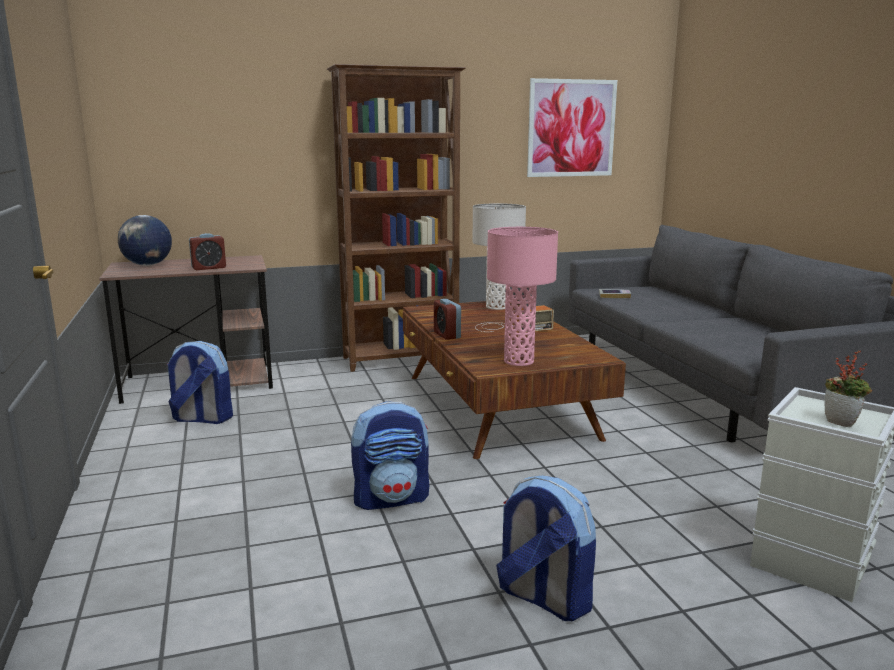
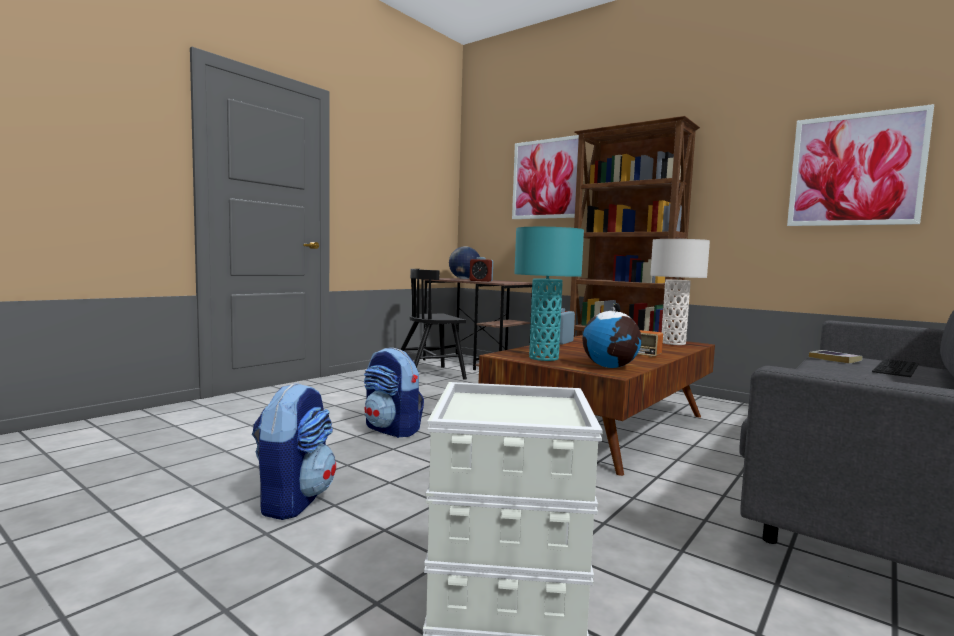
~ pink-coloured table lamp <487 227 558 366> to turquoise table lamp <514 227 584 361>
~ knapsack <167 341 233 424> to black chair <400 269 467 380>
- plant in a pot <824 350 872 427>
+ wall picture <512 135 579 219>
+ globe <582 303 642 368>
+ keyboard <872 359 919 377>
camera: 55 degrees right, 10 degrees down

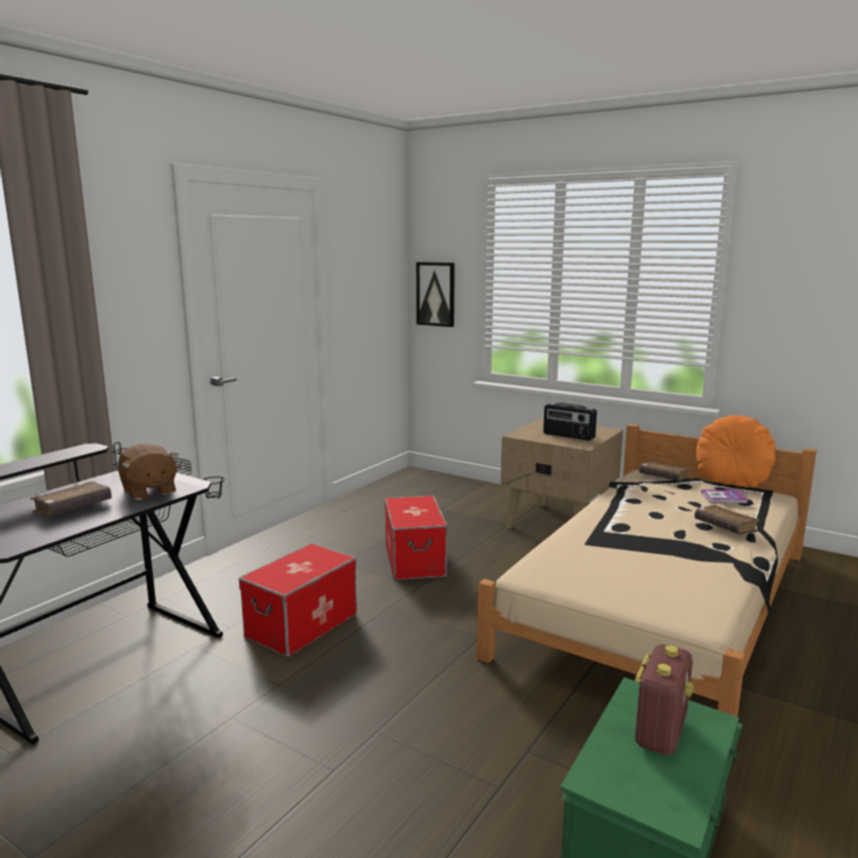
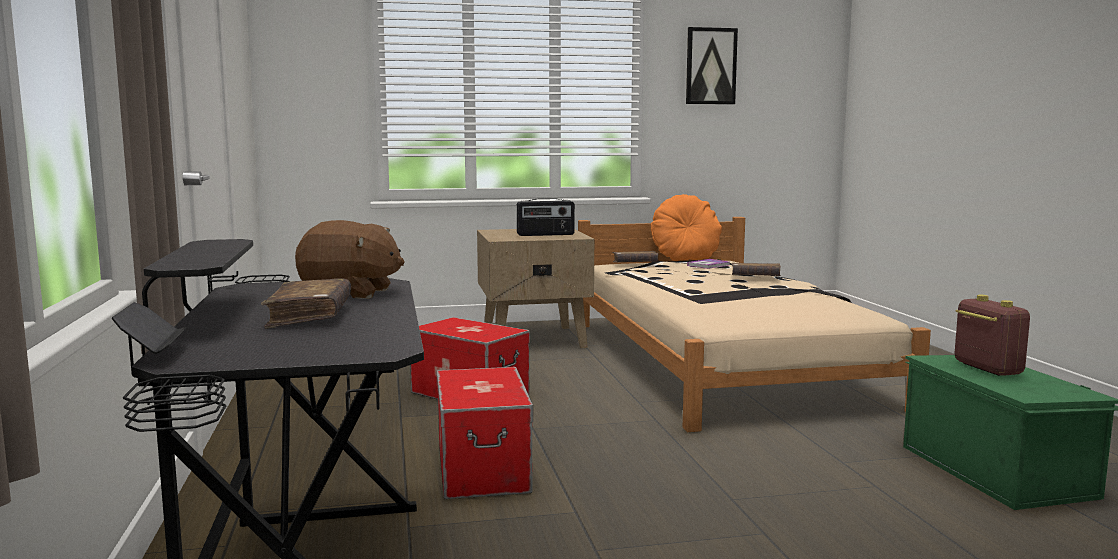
~ wall picture <416 262 455 327> to <686 27 738 104>
camera: 45 degrees left, 5 degrees down

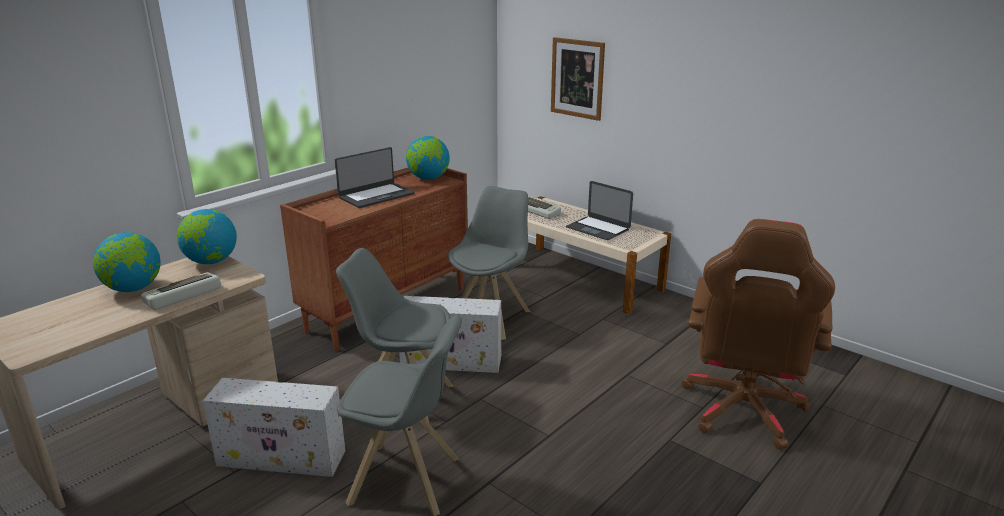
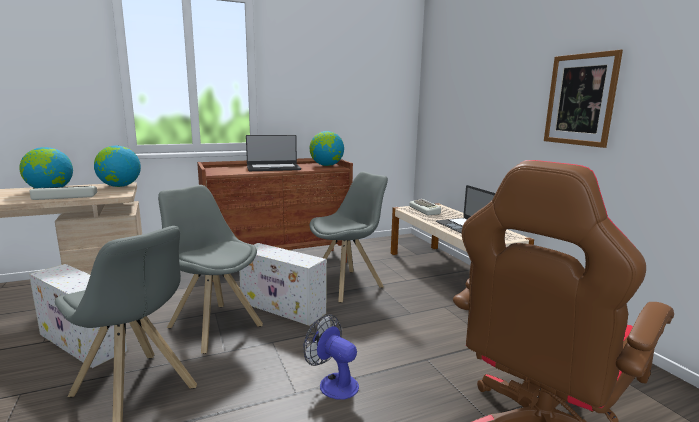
~ wall picture <551 37 605 121> to <544 50 623 148>
+ fan <303 315 359 400>
camera: 25 degrees right, 10 degrees down

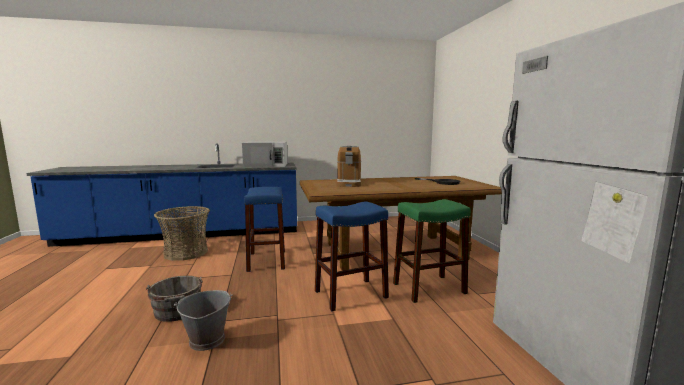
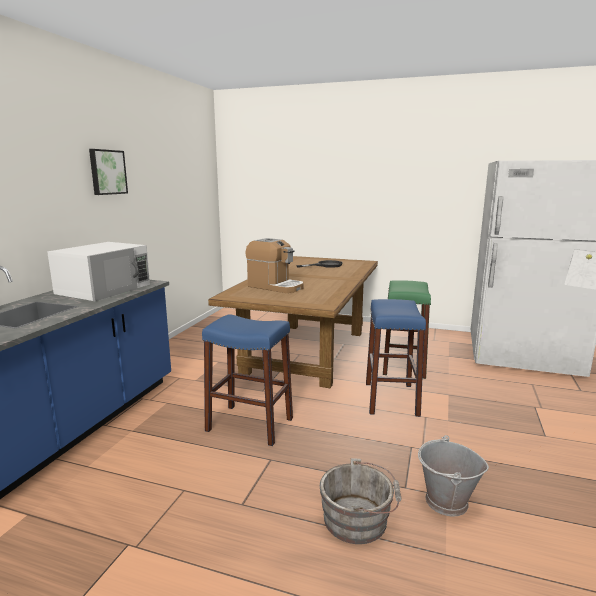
- storage basket <154 206 210 261>
+ wall picture <89 149 128 195>
camera: 60 degrees left, 5 degrees up

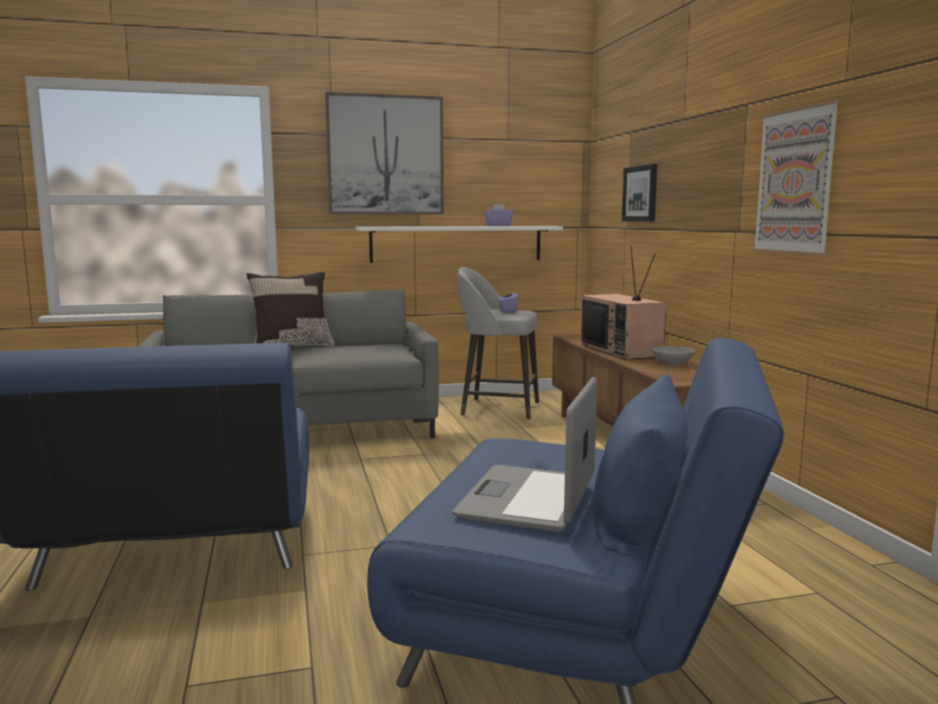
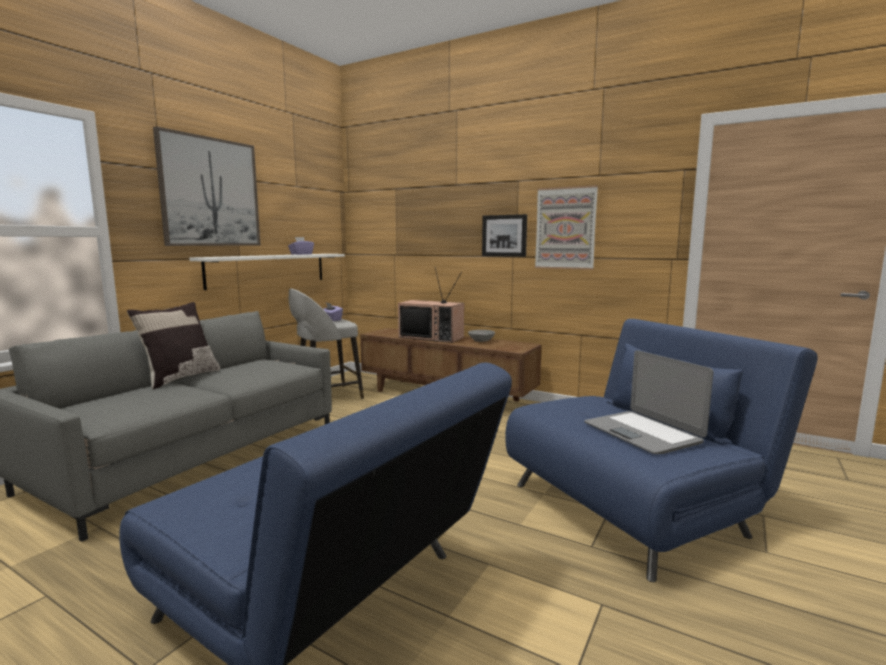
~ wall picture <622 164 657 221> to <482 214 527 257>
camera: 45 degrees left, 0 degrees up

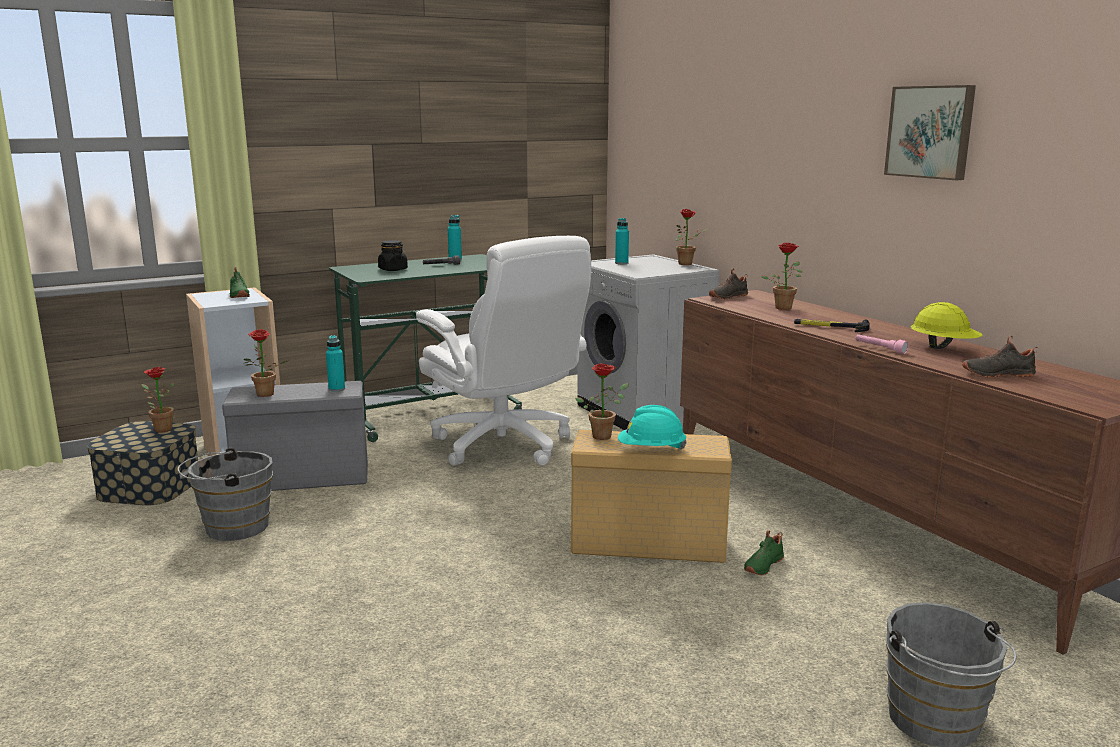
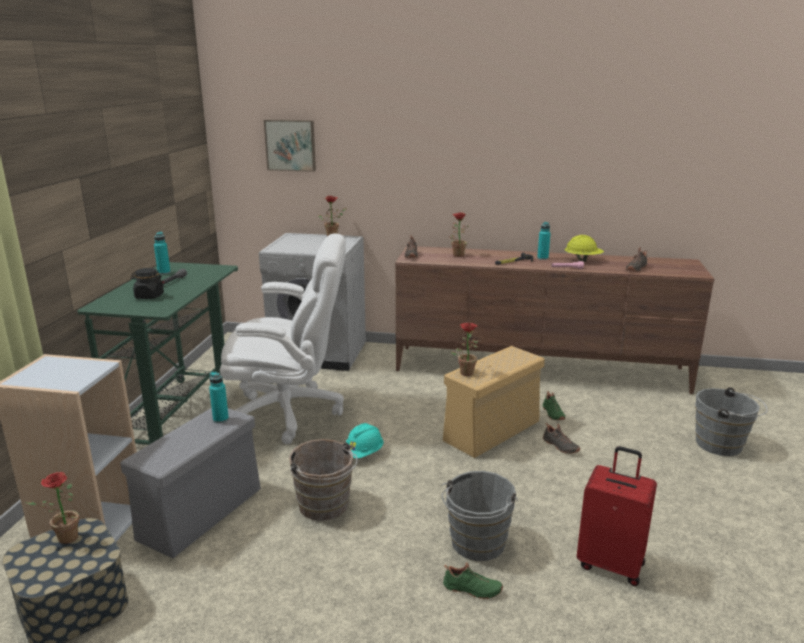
~ wall picture <884 85 976 180> to <264 119 316 172>
~ turquoise beverage bottle <615 218 629 264> to <537 222 551 260>
~ greenish low shoe <230 267 250 298> to <443 562 503 599>
- plant in a pot <243 329 287 397>
~ turquoise work helmet <618 405 687 450> to <346 423 384 458>
~ greyish water bucket <177 448 273 541> to <442 471 518 561>
+ black low shoe <543 423 580 454>
+ brown water bucket <289 439 358 521>
+ reddish travel case <577 446 657 586>
camera: 50 degrees left, 5 degrees up

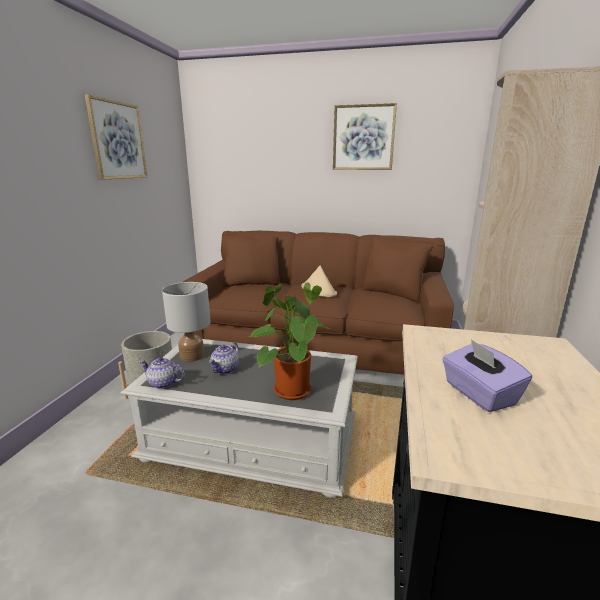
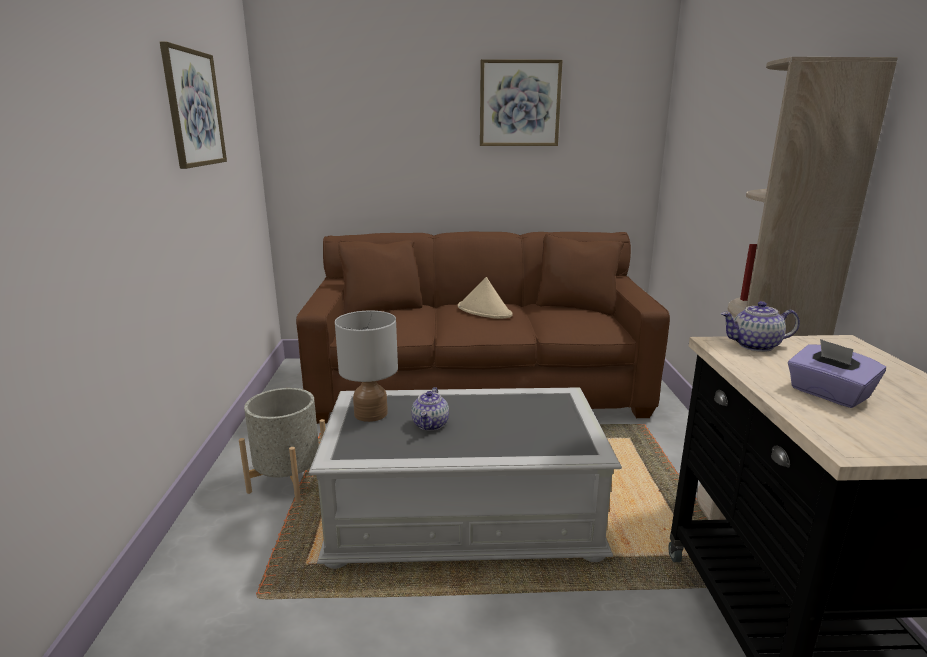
- plant in a pot <249 282 330 400>
~ tea pot <139 357 185 389> to <721 301 800 352>
camera: 15 degrees left, 0 degrees up

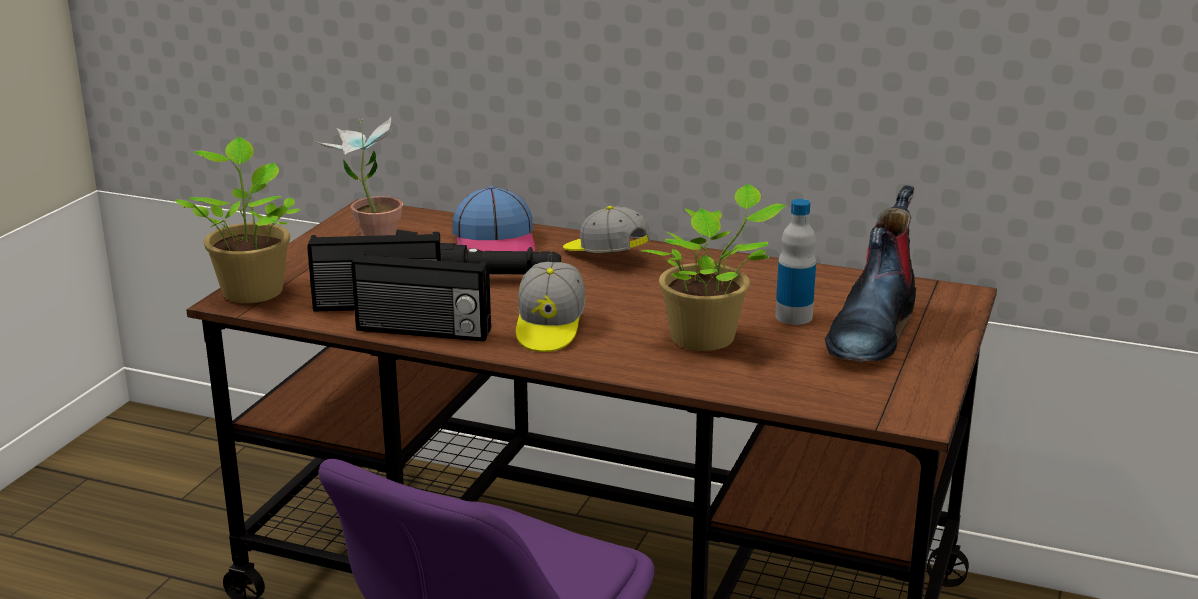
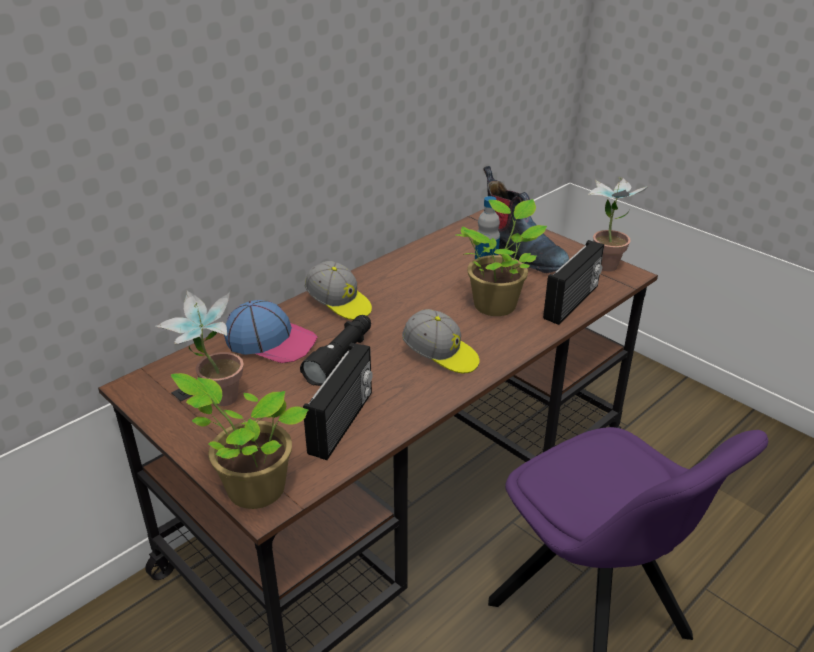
~ baseball cap <563 206 651 253> = <305 261 372 320> 120 degrees counterclockwise
~ radio receiver <351 252 491 341> to <543 240 604 325>
+ plant in a pot <588 177 648 271>
camera: 65 degrees left, 10 degrees up

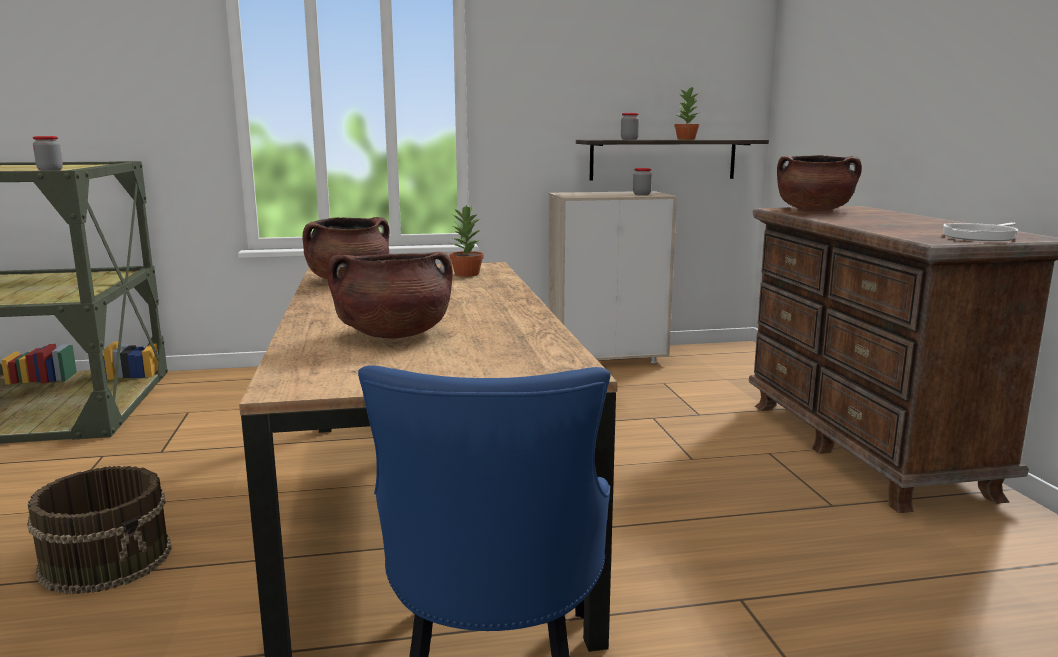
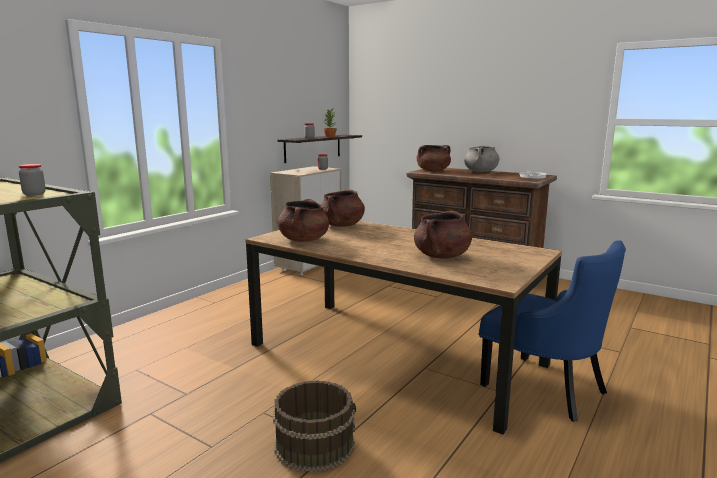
~ plant in a pot <450 205 484 277> to brown saucepot <321 189 365 227>
+ greyish saucepot <464 145 500 172>
camera: 45 degrees left, 0 degrees up

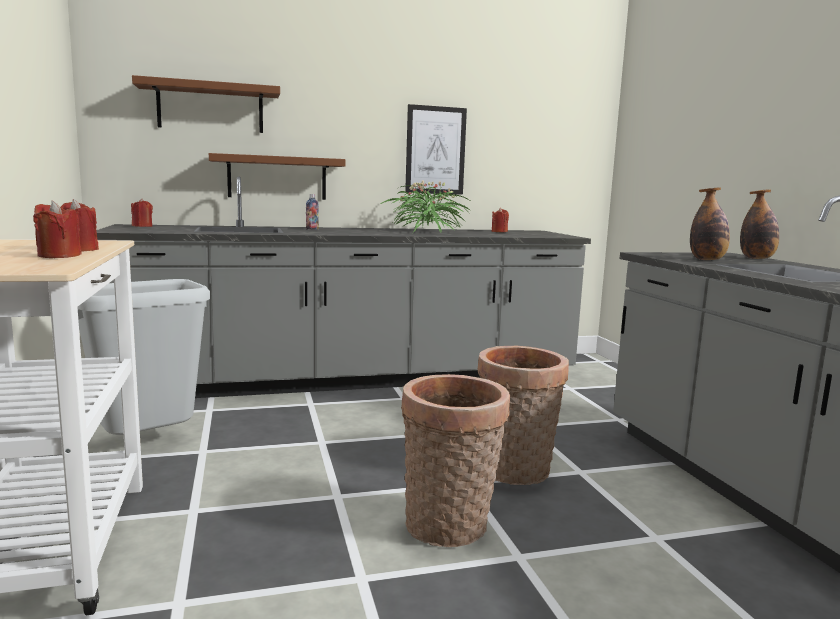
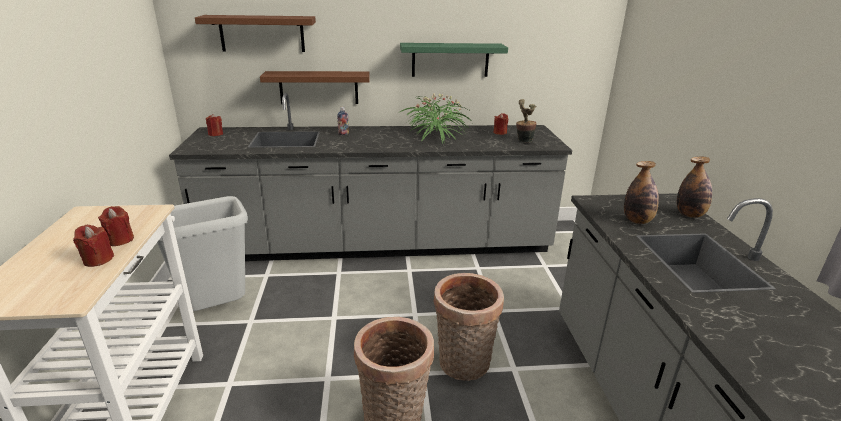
~ wall picture <405 104 467 195> to greenish bracket shelf <400 43 508 77>
+ plant in a pot <516 99 537 143>
camera: 10 degrees right, 15 degrees up

